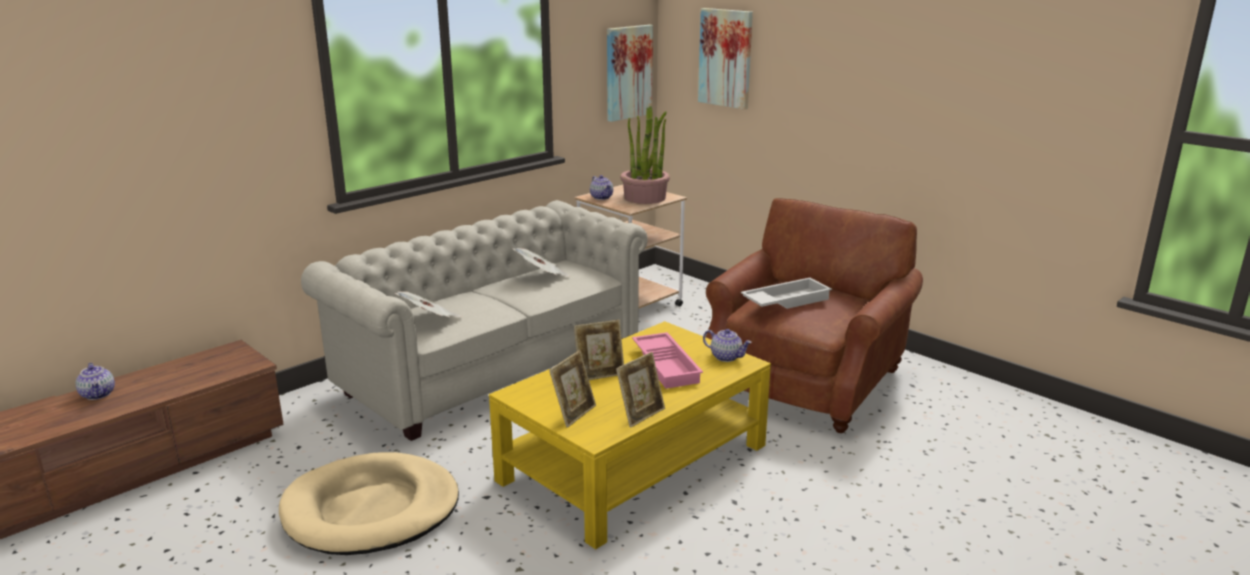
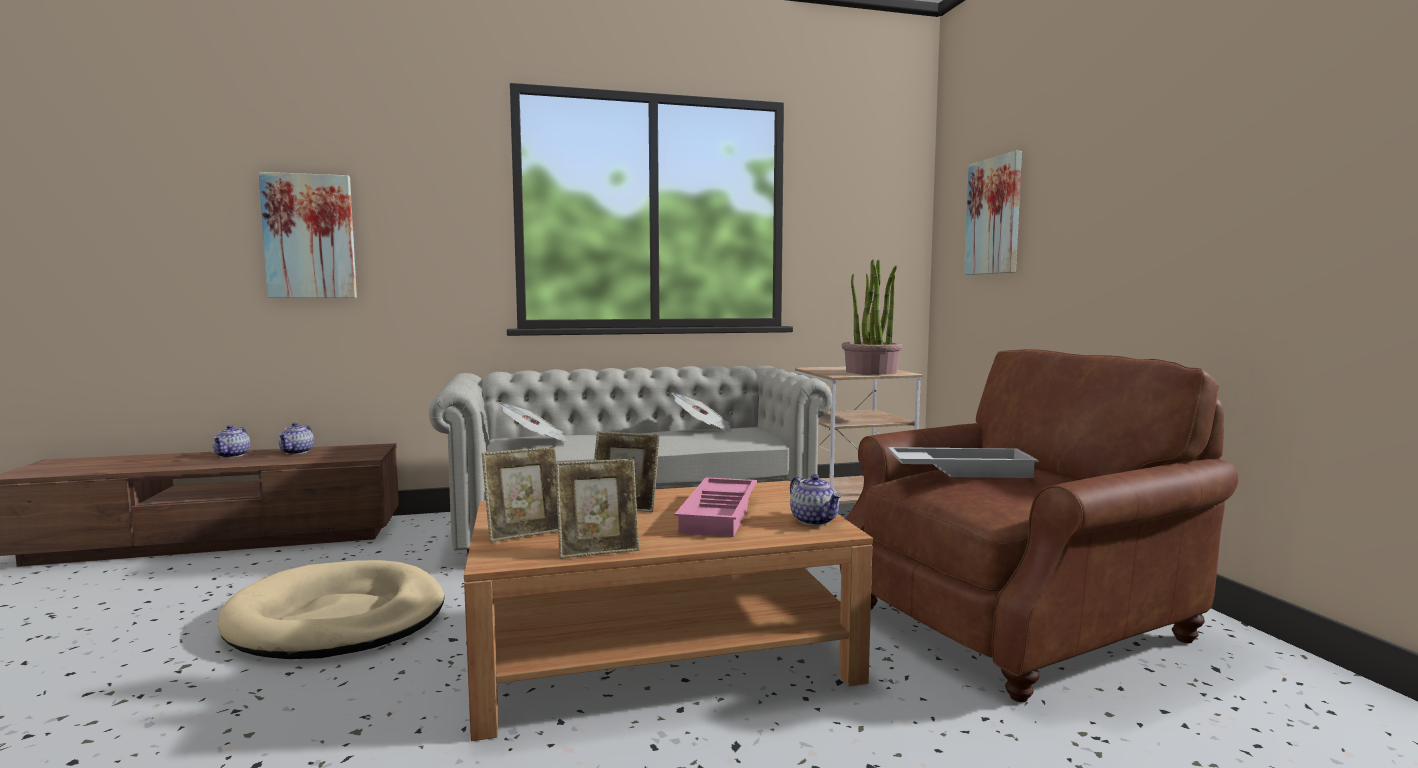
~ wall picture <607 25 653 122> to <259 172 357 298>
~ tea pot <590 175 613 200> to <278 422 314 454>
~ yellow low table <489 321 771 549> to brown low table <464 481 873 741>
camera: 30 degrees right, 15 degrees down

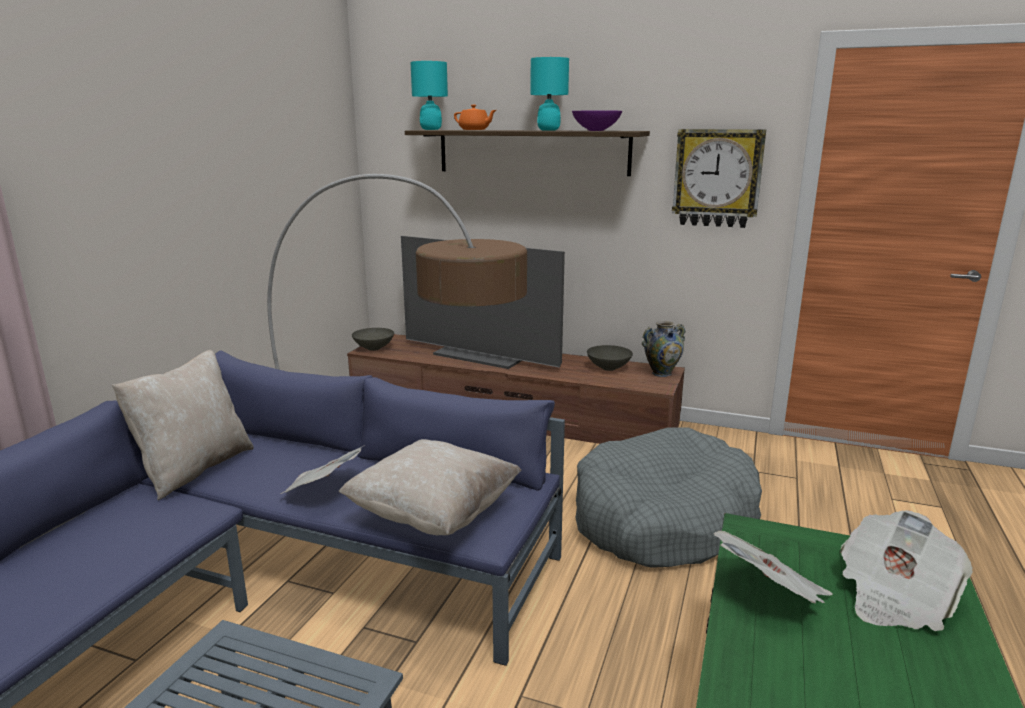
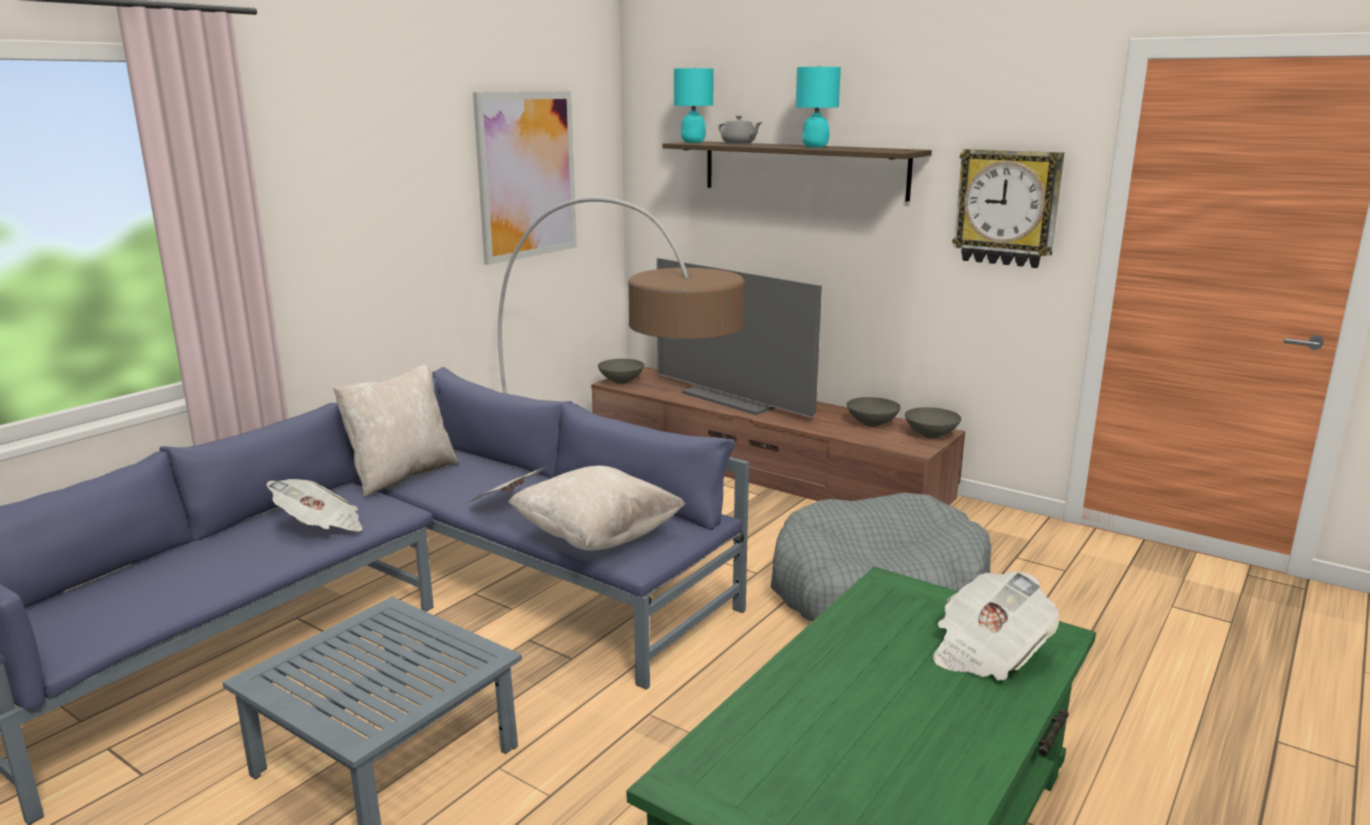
~ orangey tea pot <454 105 496 130> to greyish tea pot <719 116 762 144>
- purple bowl <572 111 622 131>
~ decorative vase <642 321 686 377> to greyish bowl <905 407 961 438>
~ daily paper <714 531 833 603> to <266 479 362 531>
+ wall picture <473 92 577 265>
camera: 15 degrees right, 0 degrees up

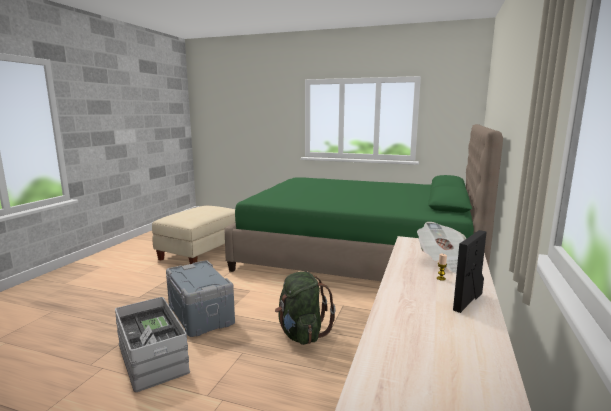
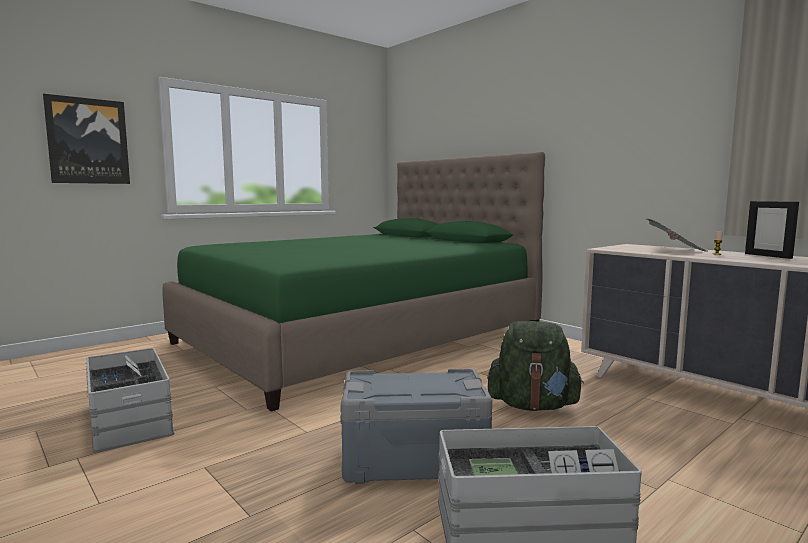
~ beige-coloured ottoman <152 206 235 264> to greyish storage container <86 348 174 453>
+ wall picture <43 94 130 184>
camera: 60 degrees left, 5 degrees down

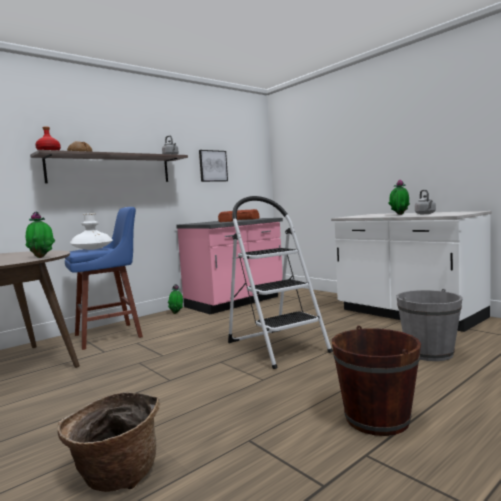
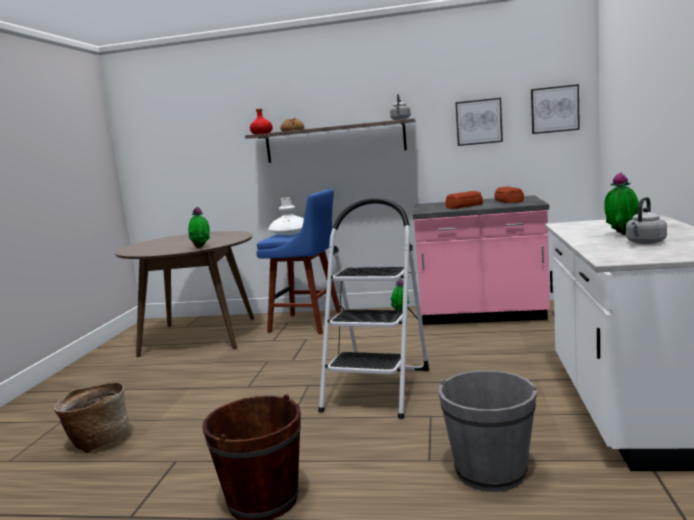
+ wall picture <531 84 580 134>
camera: 50 degrees right, 5 degrees up

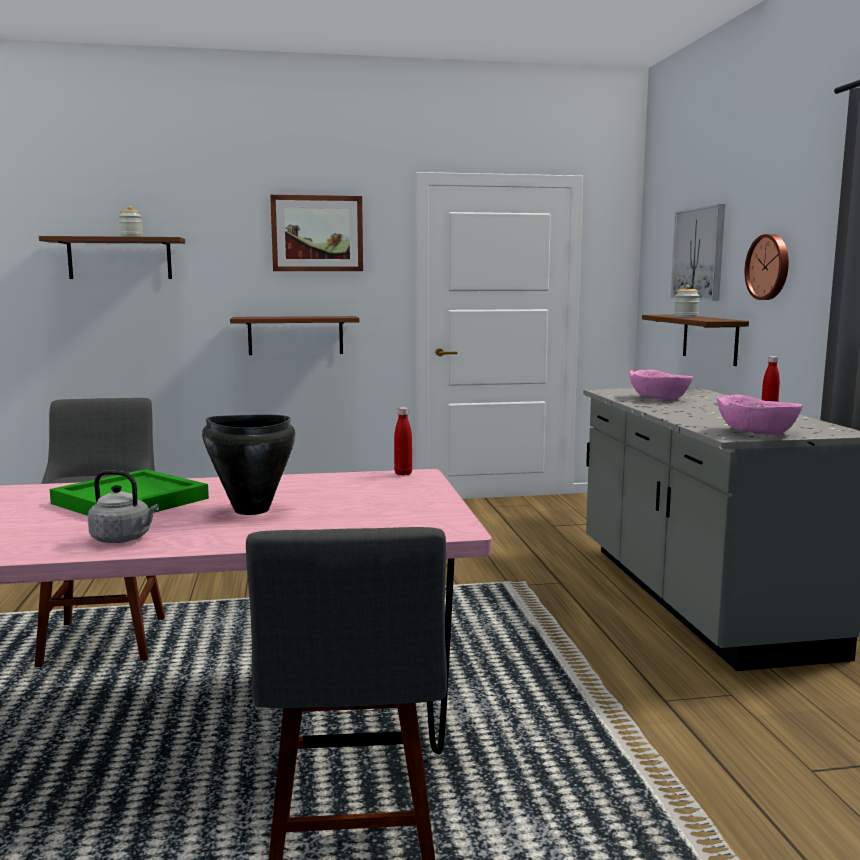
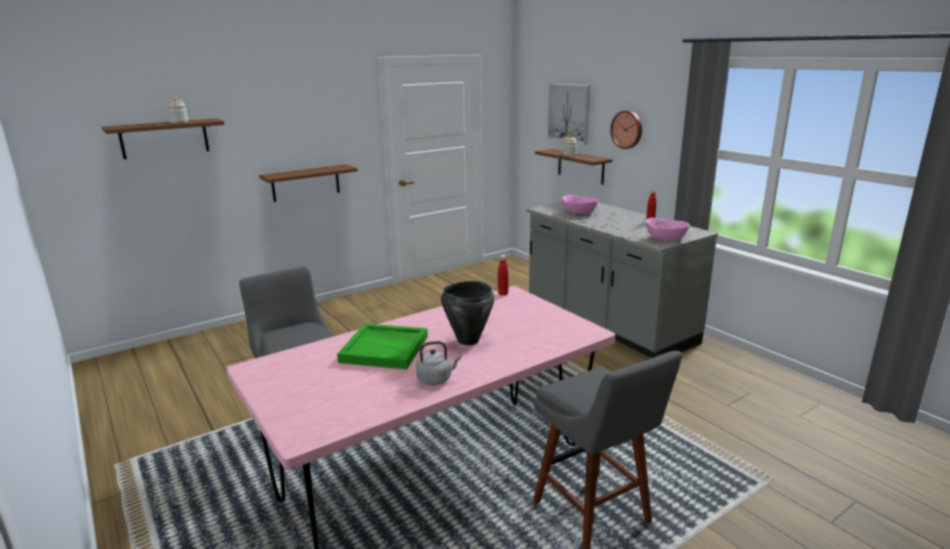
- wall picture <270 195 363 271>
camera: 25 degrees left, 10 degrees up

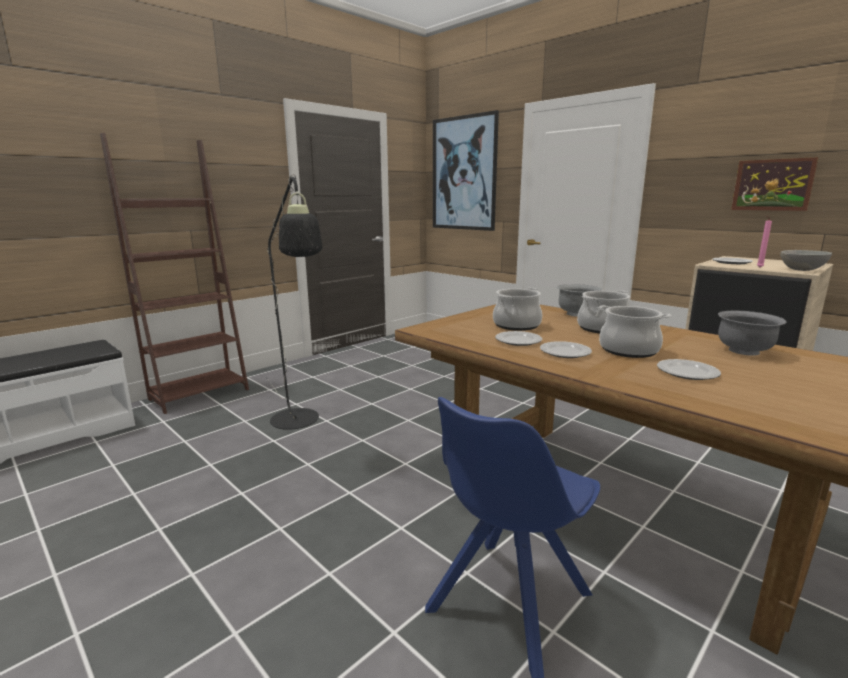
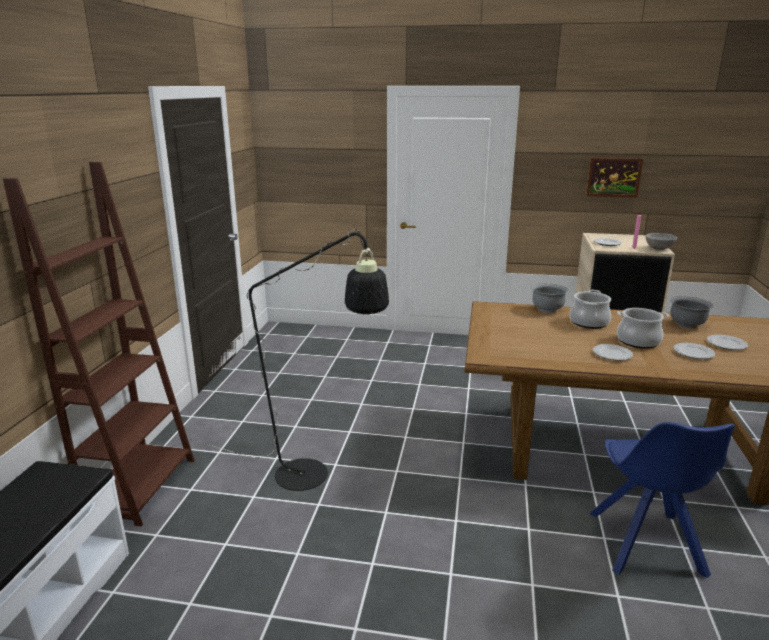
- wall picture <433 110 499 231>
- saucepot <493 288 542 331>
~ dinner plate <495 331 542 346> to <707 335 748 350>
camera: 35 degrees left, 5 degrees up

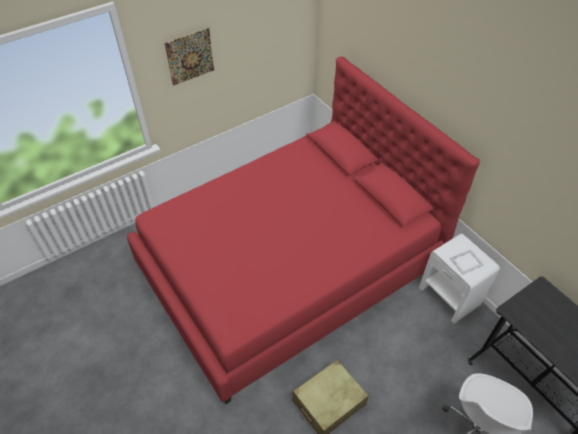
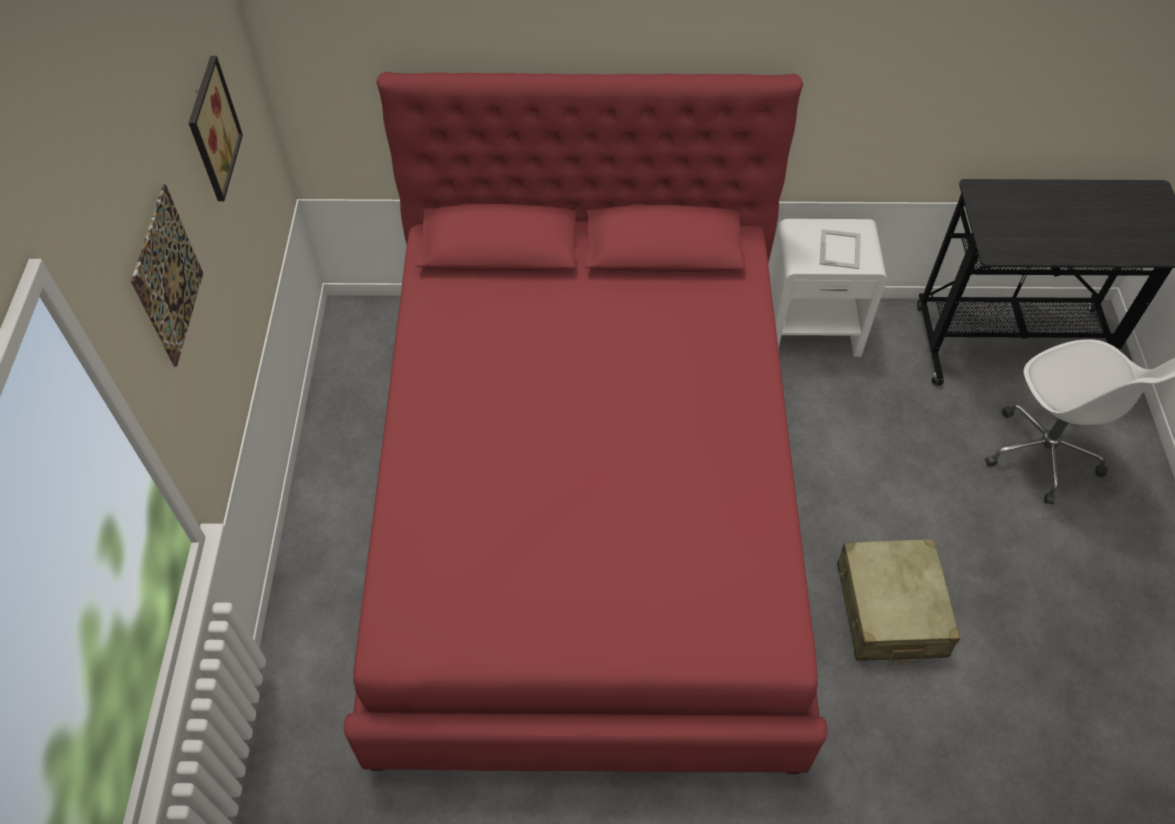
+ wall picture <189 56 243 201>
camera: 55 degrees left, 5 degrees up

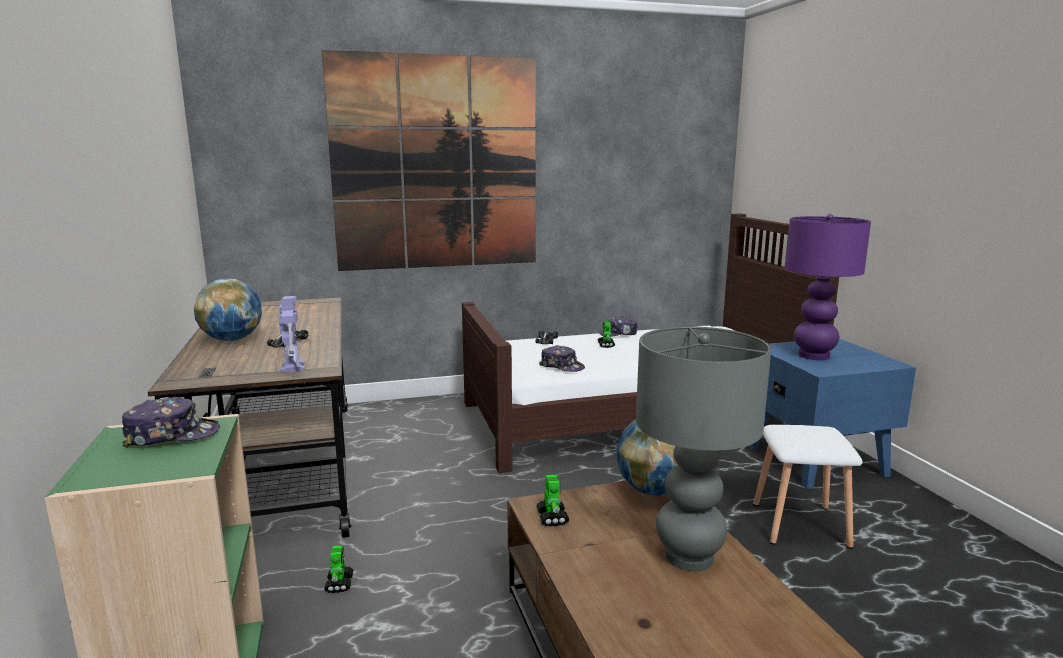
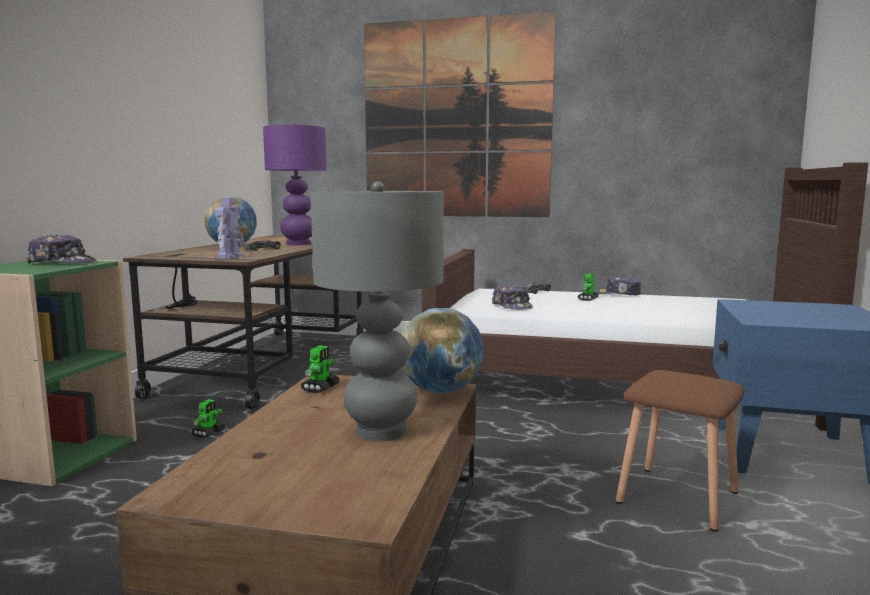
~ purple table lamp <785 214 871 360> to <263 123 327 245>
~ white-coloured sitting stool <753 425 863 549> to brown sitting stool <616 370 745 532>
camera: 30 degrees right, 5 degrees down

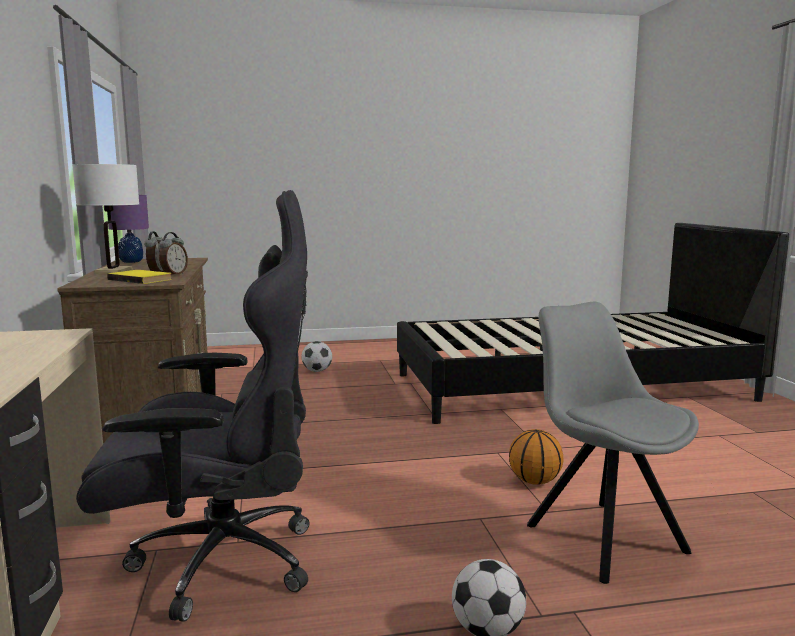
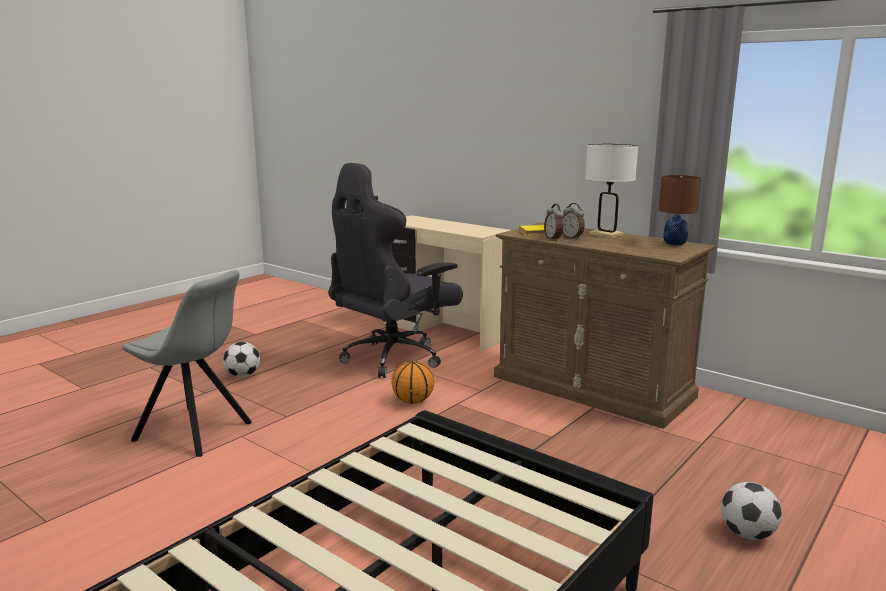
~ purple table lamp <107 195 149 263> to brown table lamp <658 175 702 245>
~ basketball ball <509 429 564 485> to <392 361 434 404>
camera: 140 degrees right, 5 degrees up

